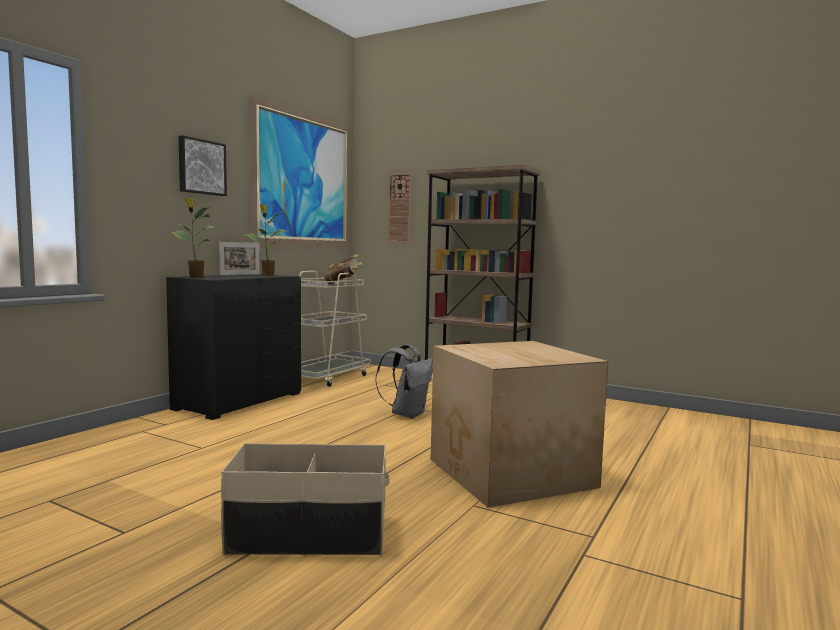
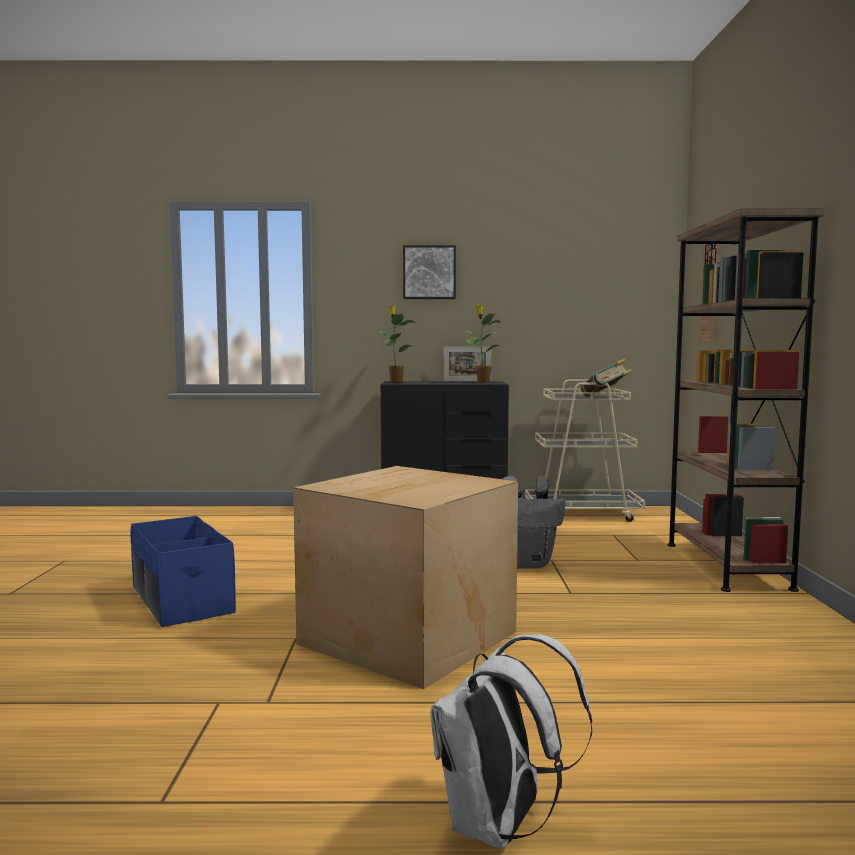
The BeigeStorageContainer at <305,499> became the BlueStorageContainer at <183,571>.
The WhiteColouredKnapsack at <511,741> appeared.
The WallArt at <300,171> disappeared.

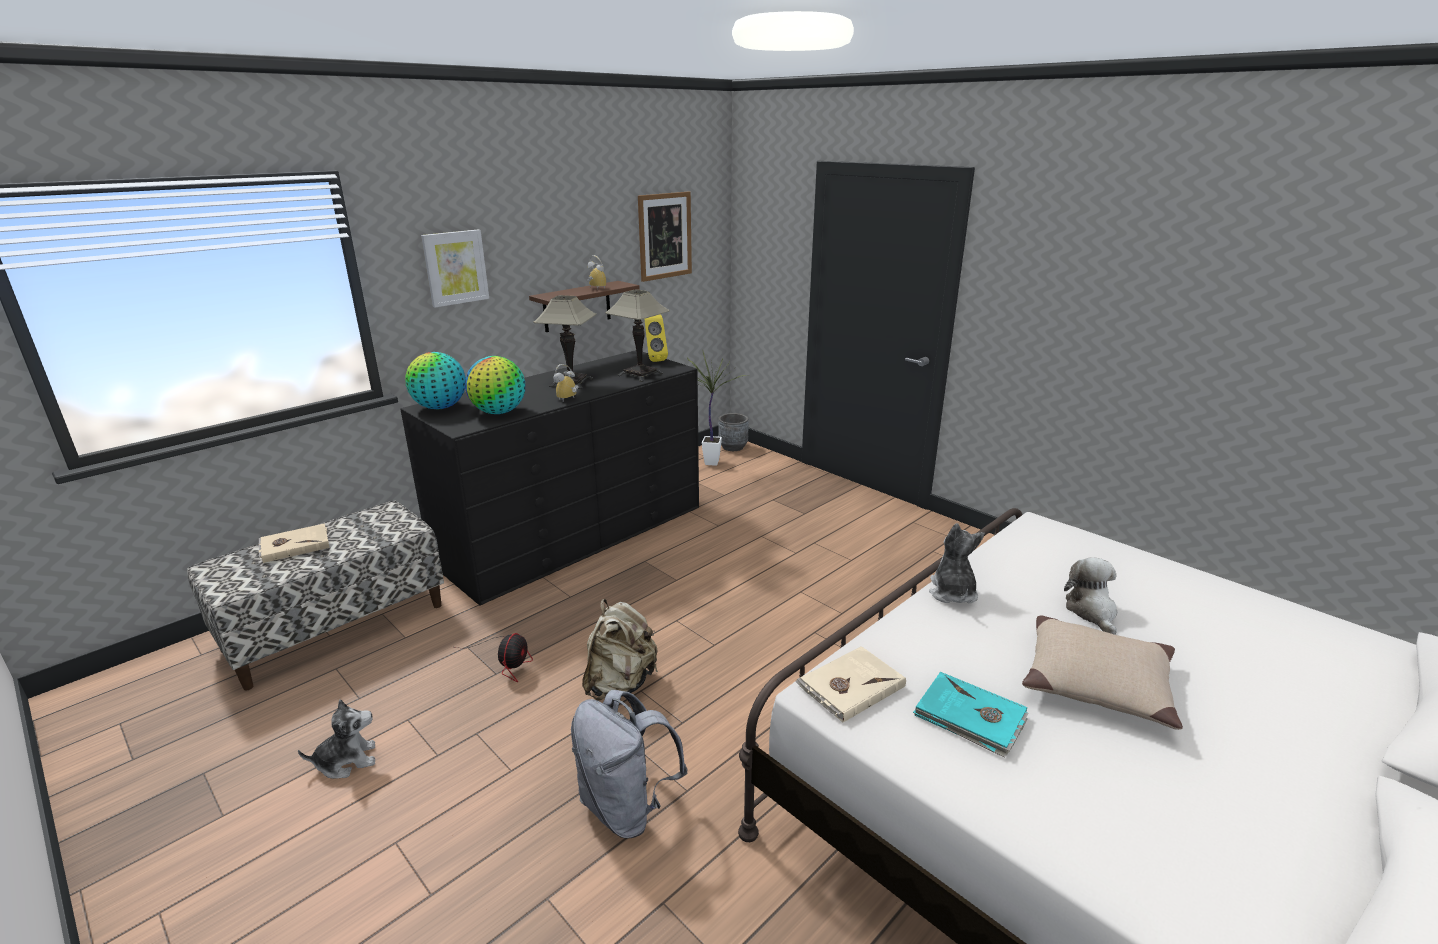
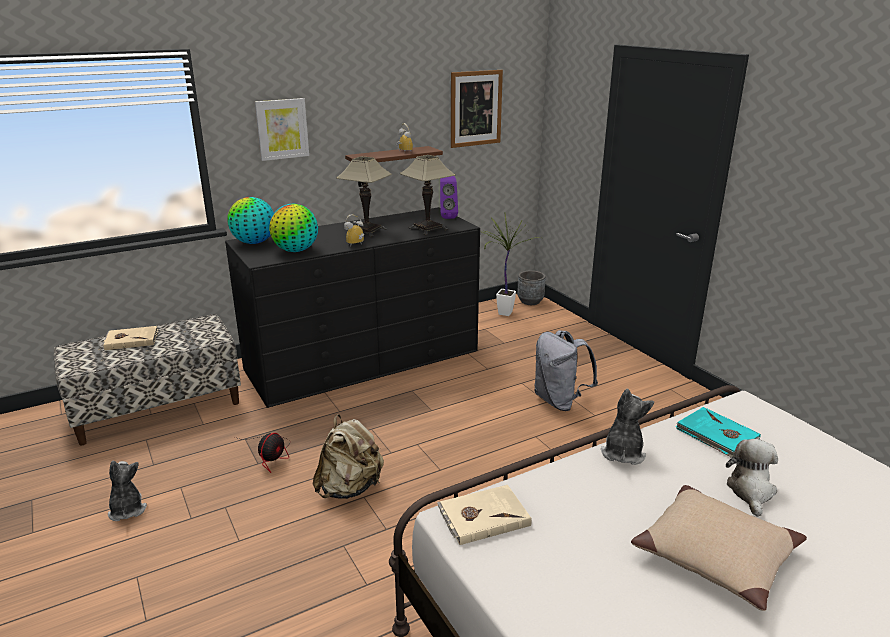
The PlushToy at <336,739> turned 105 degrees counterclockwise.
The YellowSpeaker at <656,338> became the PurpleSpeaker at <449,197>.
The GrayKnapsack moved from <629,764> to <566,370>.
The TurquoiseBoundBook moved from <970,715> to <718,432>.

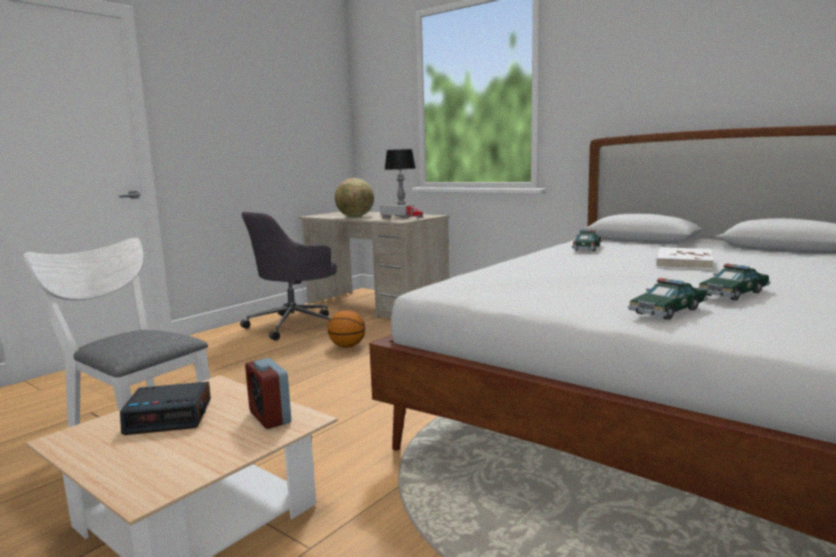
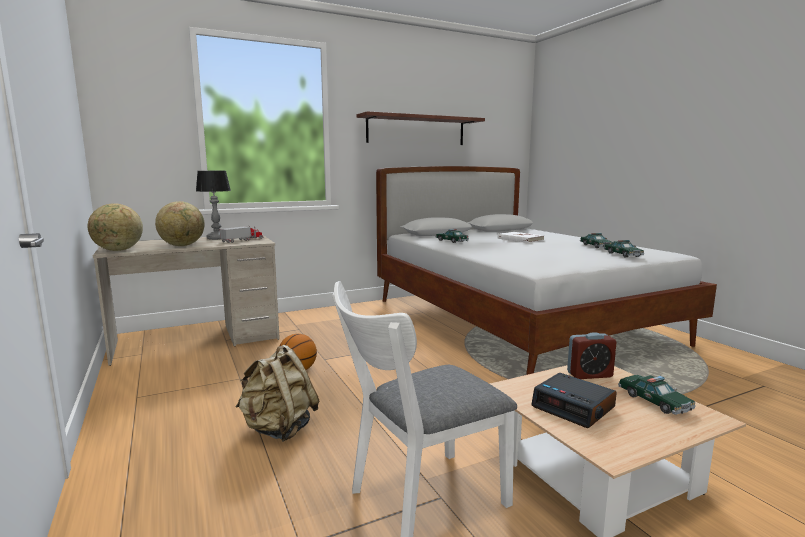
The Globe at <115,227> appeared.
The BeigeKnapsack at <277,393> appeared.
The Shelf at <420,128> appeared.
The BedsideClock at <165,408> turned 120 degrees clockwise.
The MiniatureCar at <657,395> appeared.
The GrayDeskChair at <288,276> disappeared.

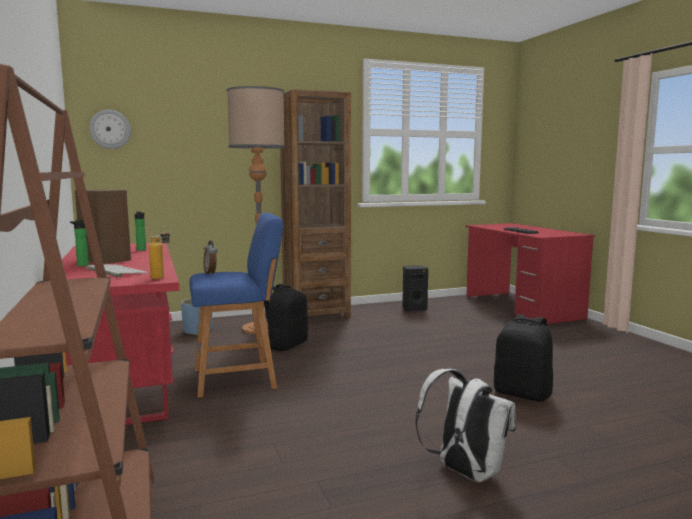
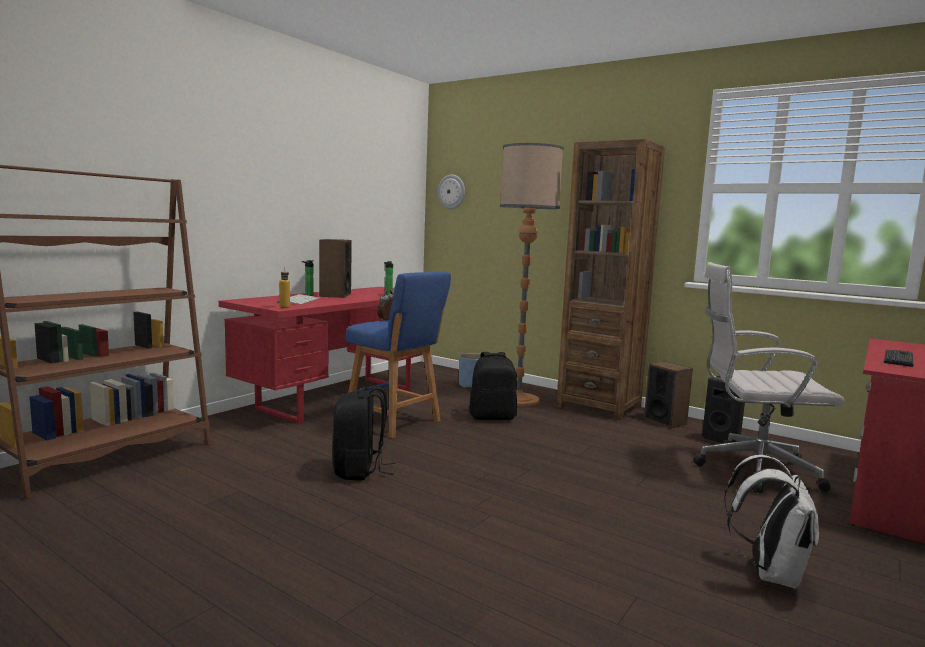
The BlackColouredKnapsack moved from <523,358> to <364,433>.
The Speaker at <668,394> appeared.
The WhiteColouredDeskChair at <769,377> appeared.
The WhiteColouredKnapsack moved from <465,425> to <771,522>.

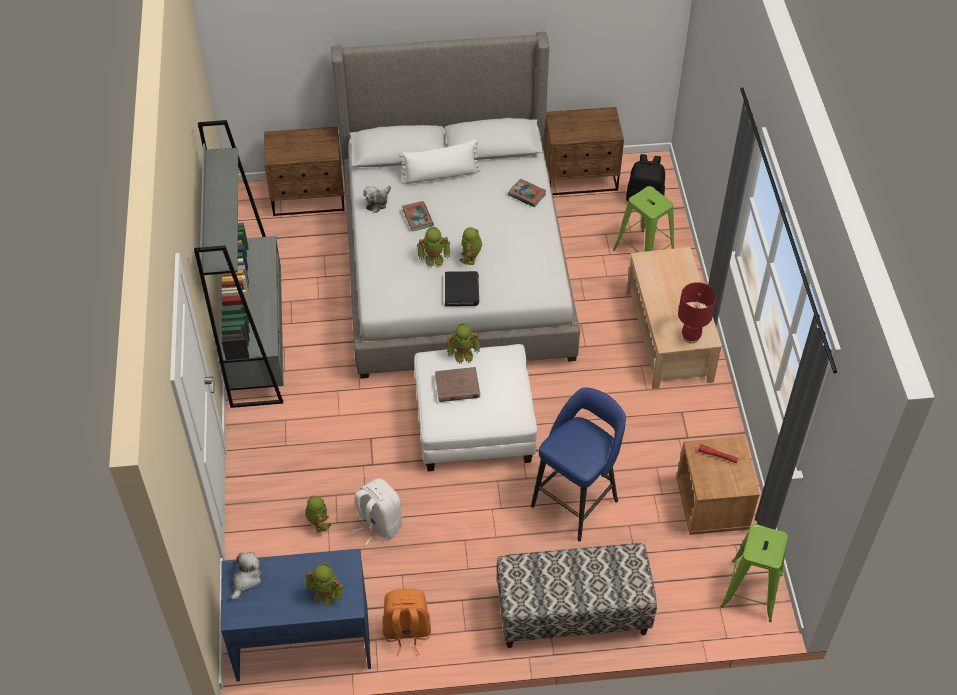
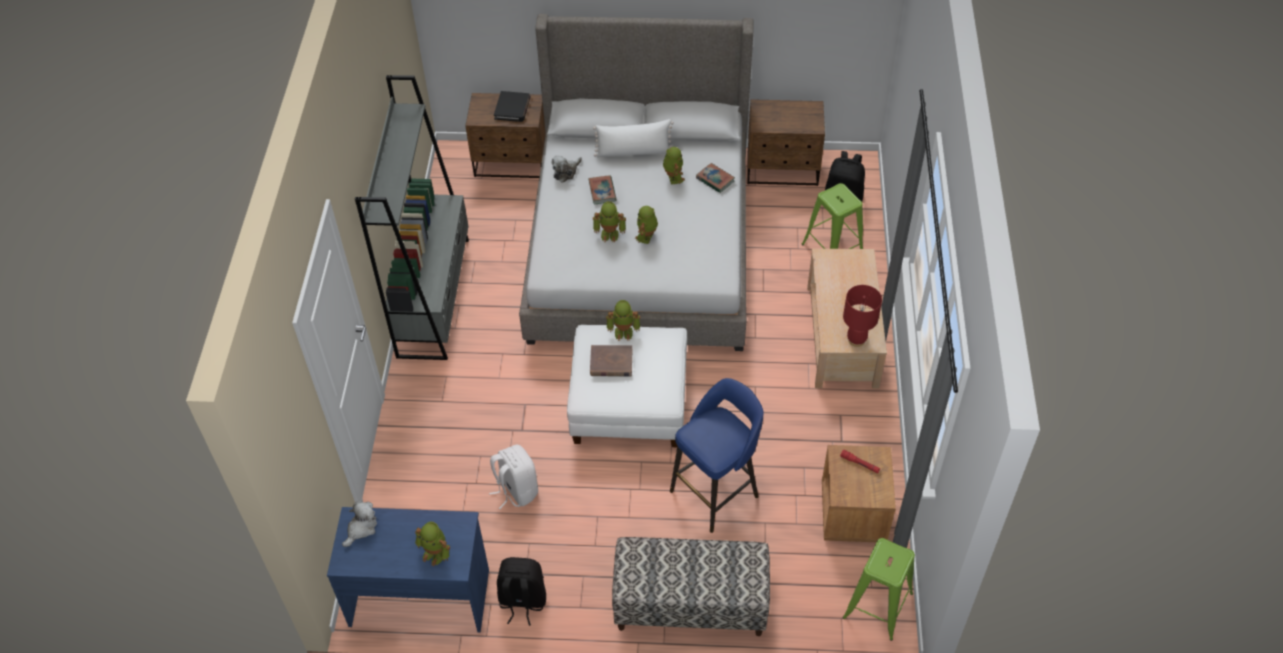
The BlackColouredBoundBook moved from <462,288> to <512,106>.
The OrangeyKnapsack at <407,623> became the BlackColouredKnapsack at <521,591>.
The ToyRobot moved from <318,514> to <674,165>.

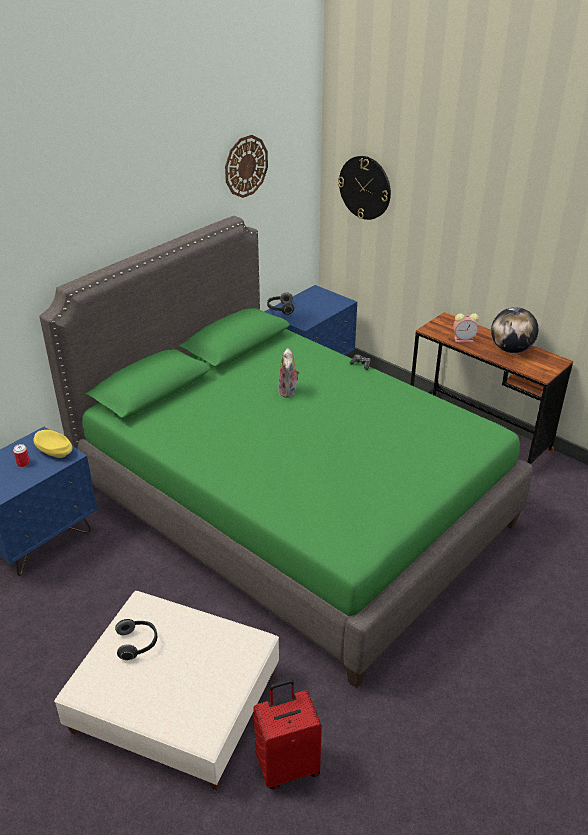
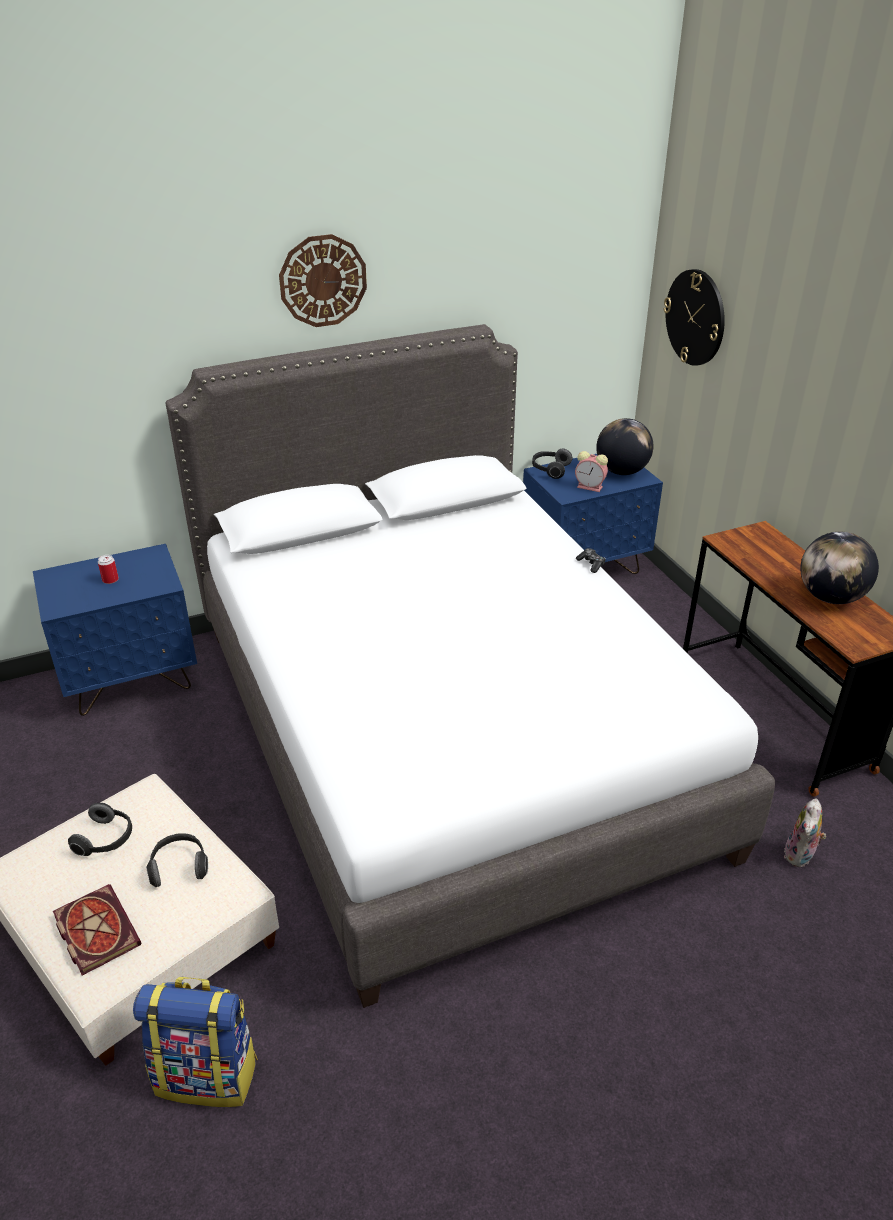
The BoundBook at <97,930> appeared.
The RedColouredSuitcase at <287,734> was replaced by the Knapsack at <195,1042>.
The Headphones at <177,860> appeared.
The GreenColouredBedroomBed at <286,452> became the WhiteColouredBedroomBed at <470,666>.
The ClockOnTheWall moved from <246,166> to <323,280>.
The BedsideClock moved from <466,327> to <591,471>.
The Globe at <624,446> appeared.
The PlushToy moved from <289,373> to <805,832>.
The YellowDeepDish at <53,444> disappeared.

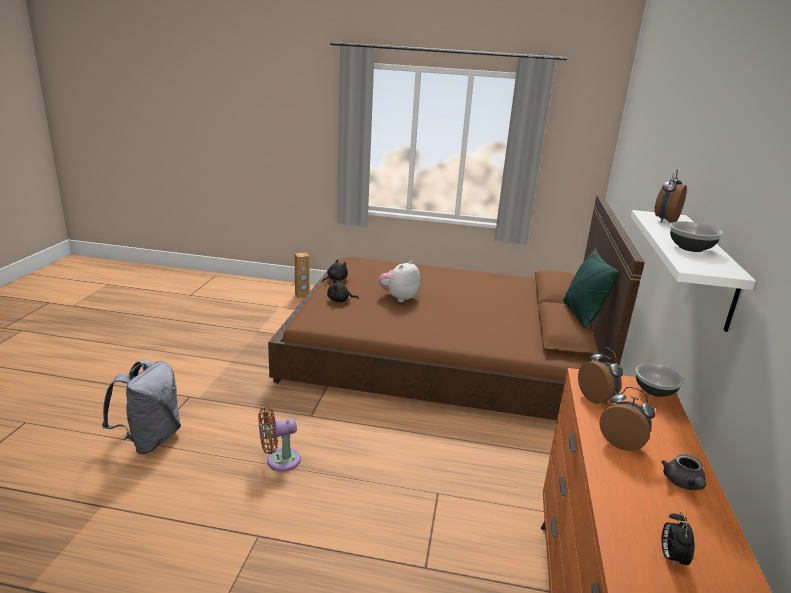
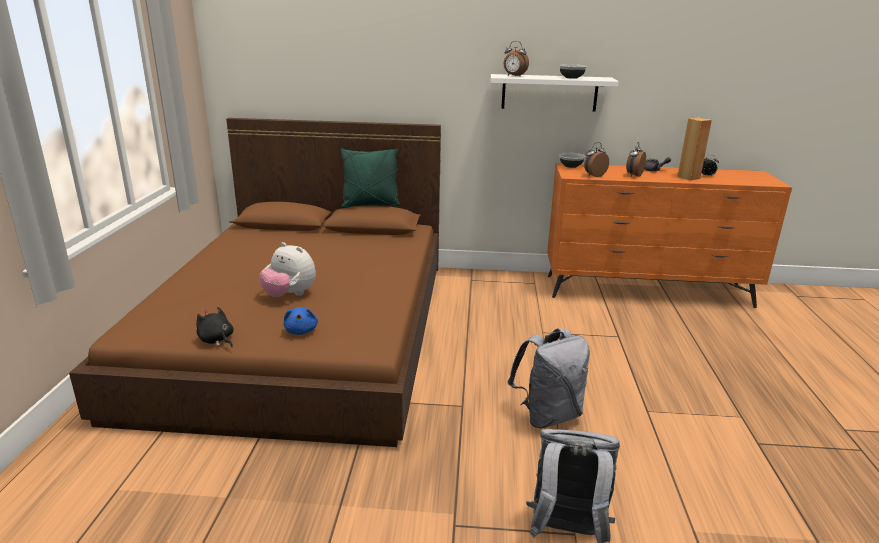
The BlackColouredPlushToy at <343,290> became the BluePlushToy at <300,321>.
The BrownCoolingFan at <279,439> was replaced by the GrayKnapsack at <548,378>.
The BrownSpeaker moved from <302,275> to <694,149>.

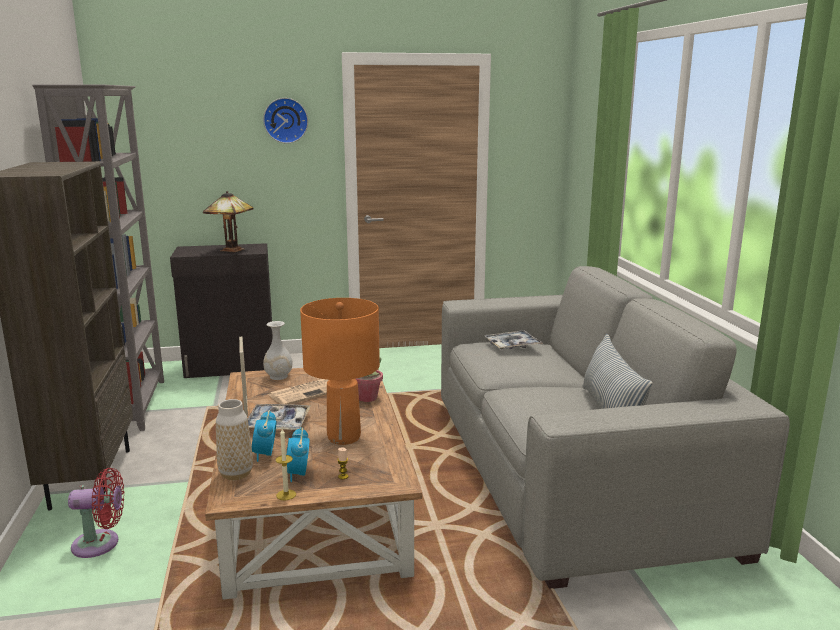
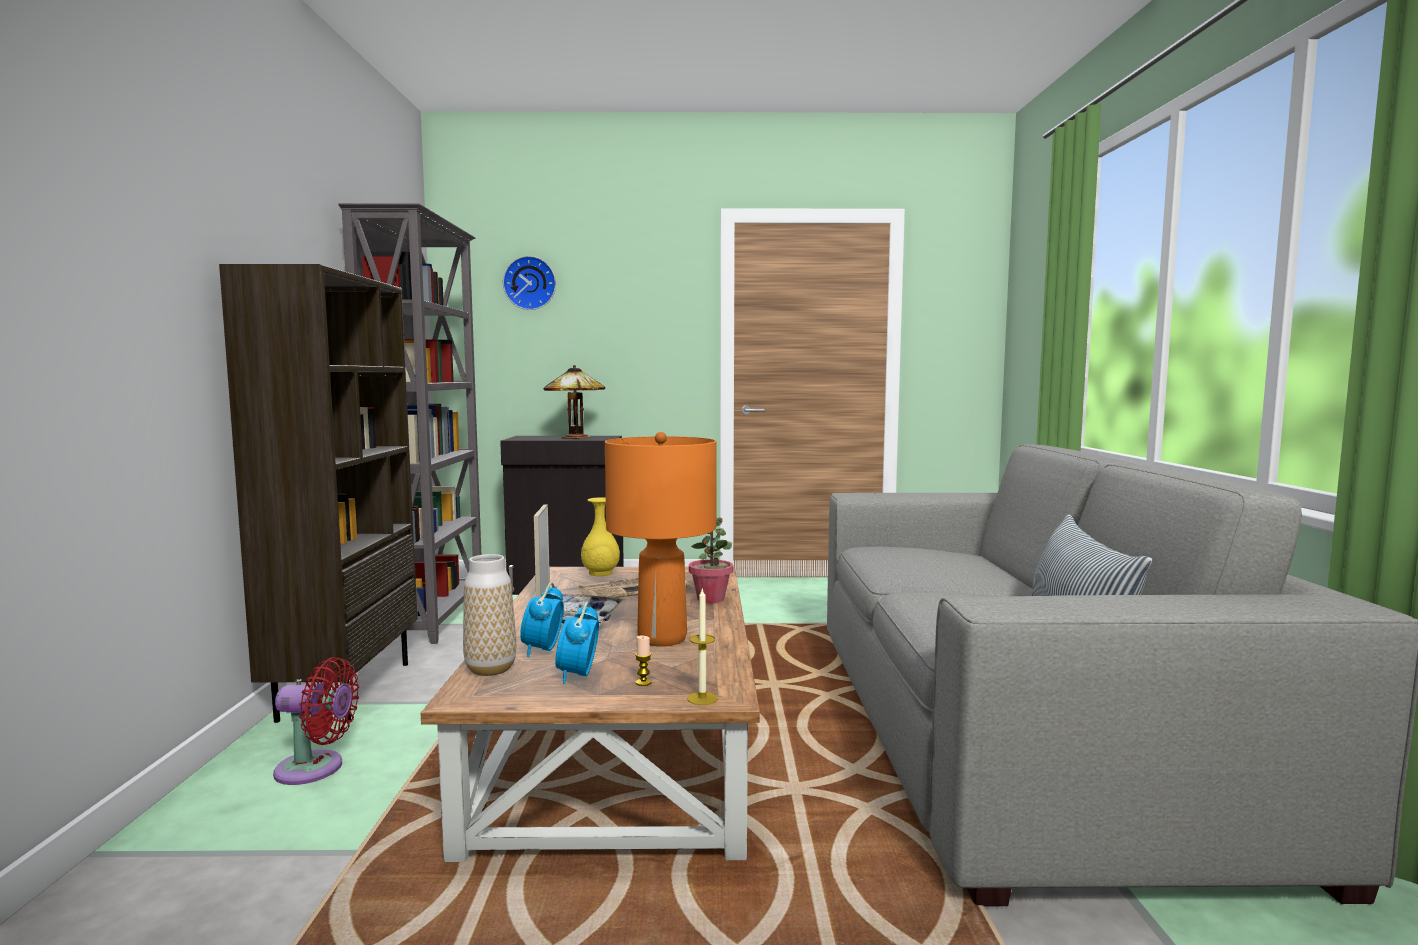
The ClockOnTheWall moved from <285,120> to <529,283>.
The WhiteColouredFlowerVase at <278,350> became the YellowFlowerVase at <600,537>.
The Candle moved from <285,464> to <702,647>.
The CarryingTray at <513,339> disappeared.

